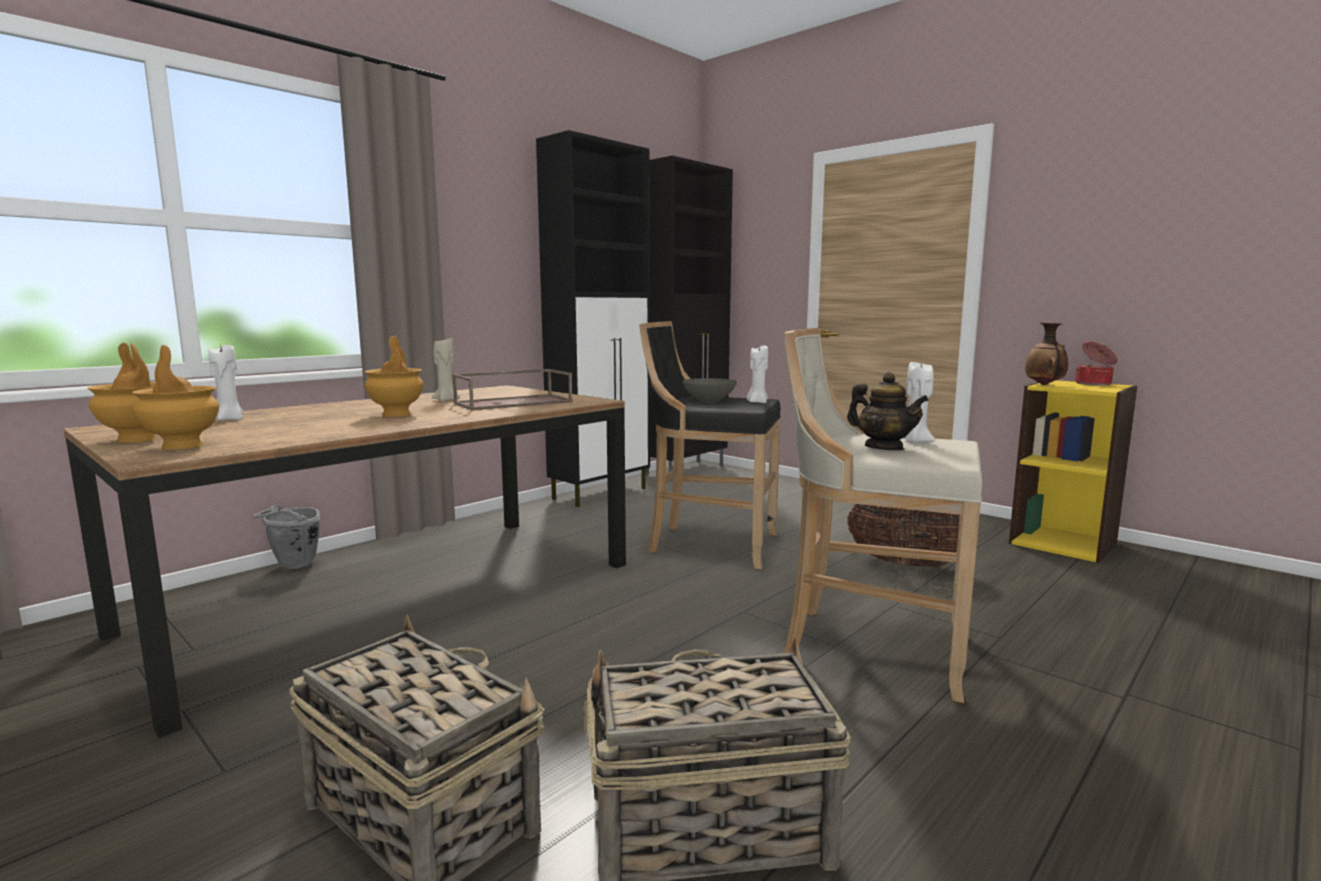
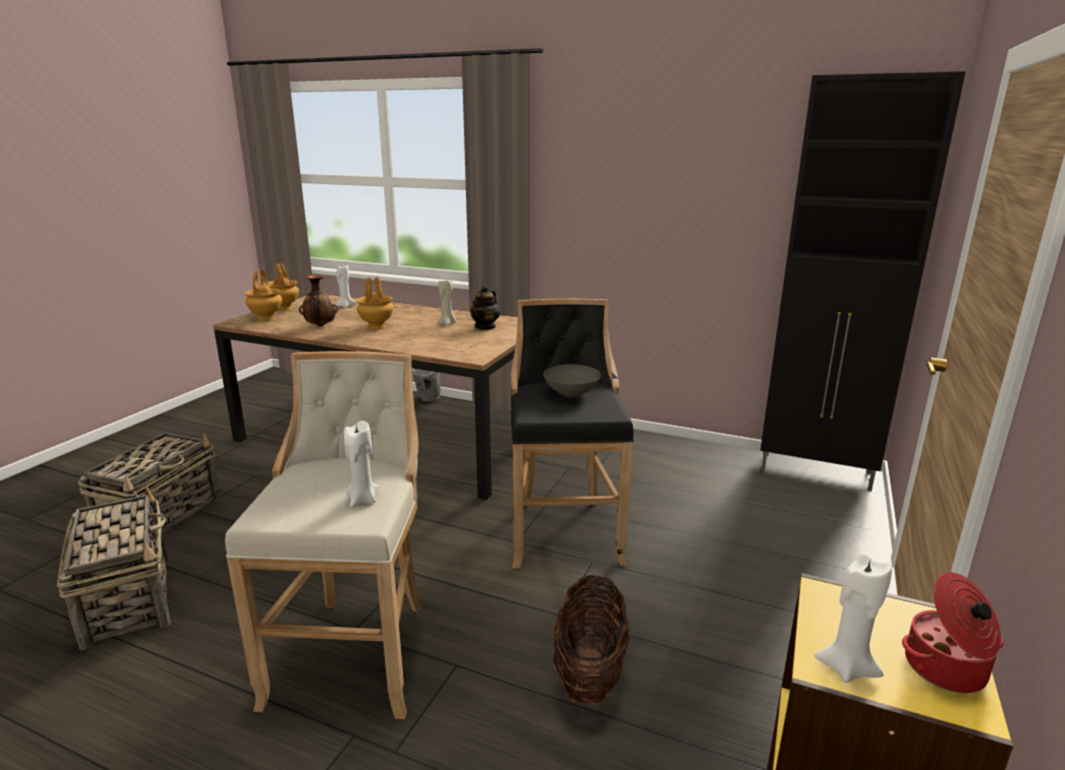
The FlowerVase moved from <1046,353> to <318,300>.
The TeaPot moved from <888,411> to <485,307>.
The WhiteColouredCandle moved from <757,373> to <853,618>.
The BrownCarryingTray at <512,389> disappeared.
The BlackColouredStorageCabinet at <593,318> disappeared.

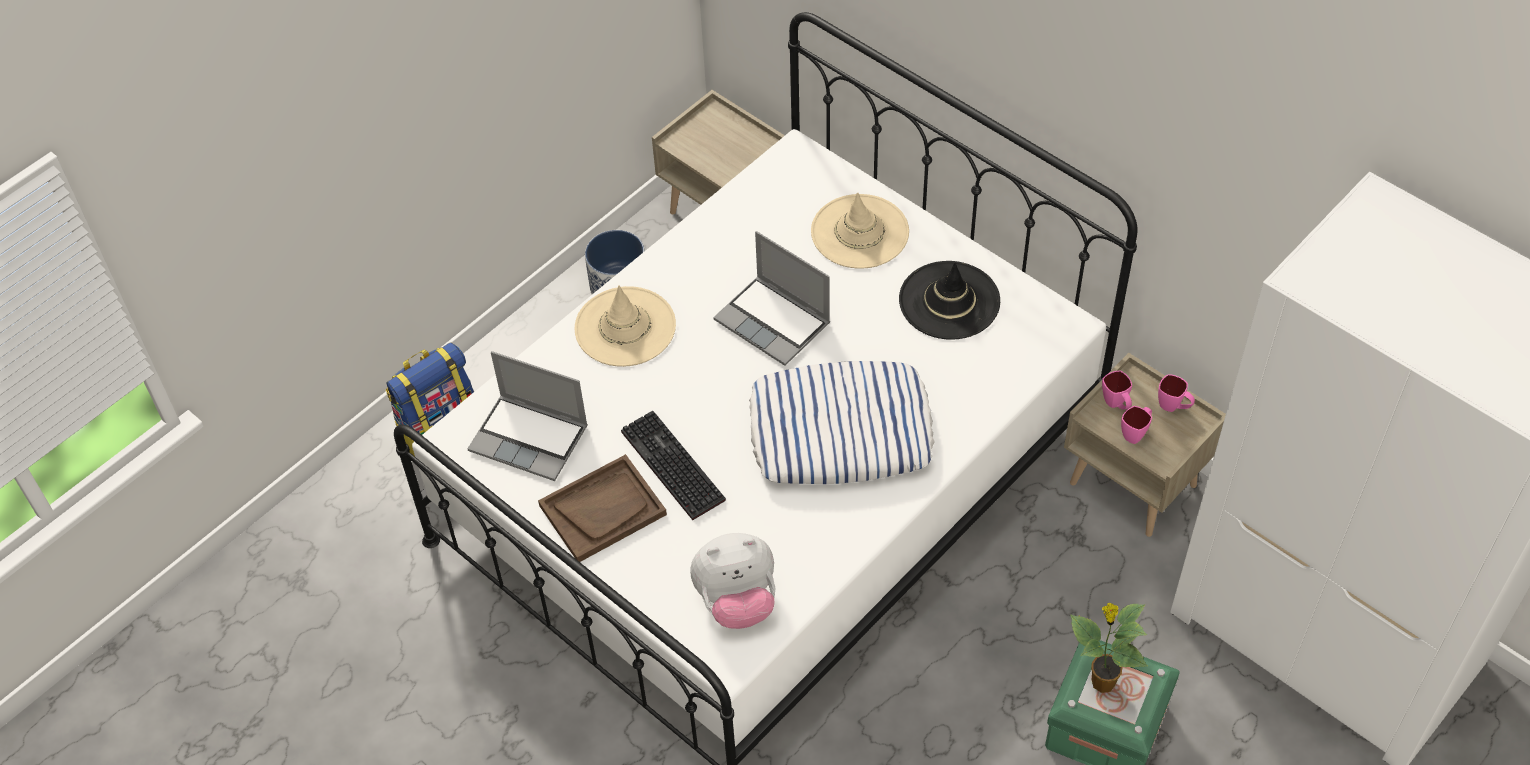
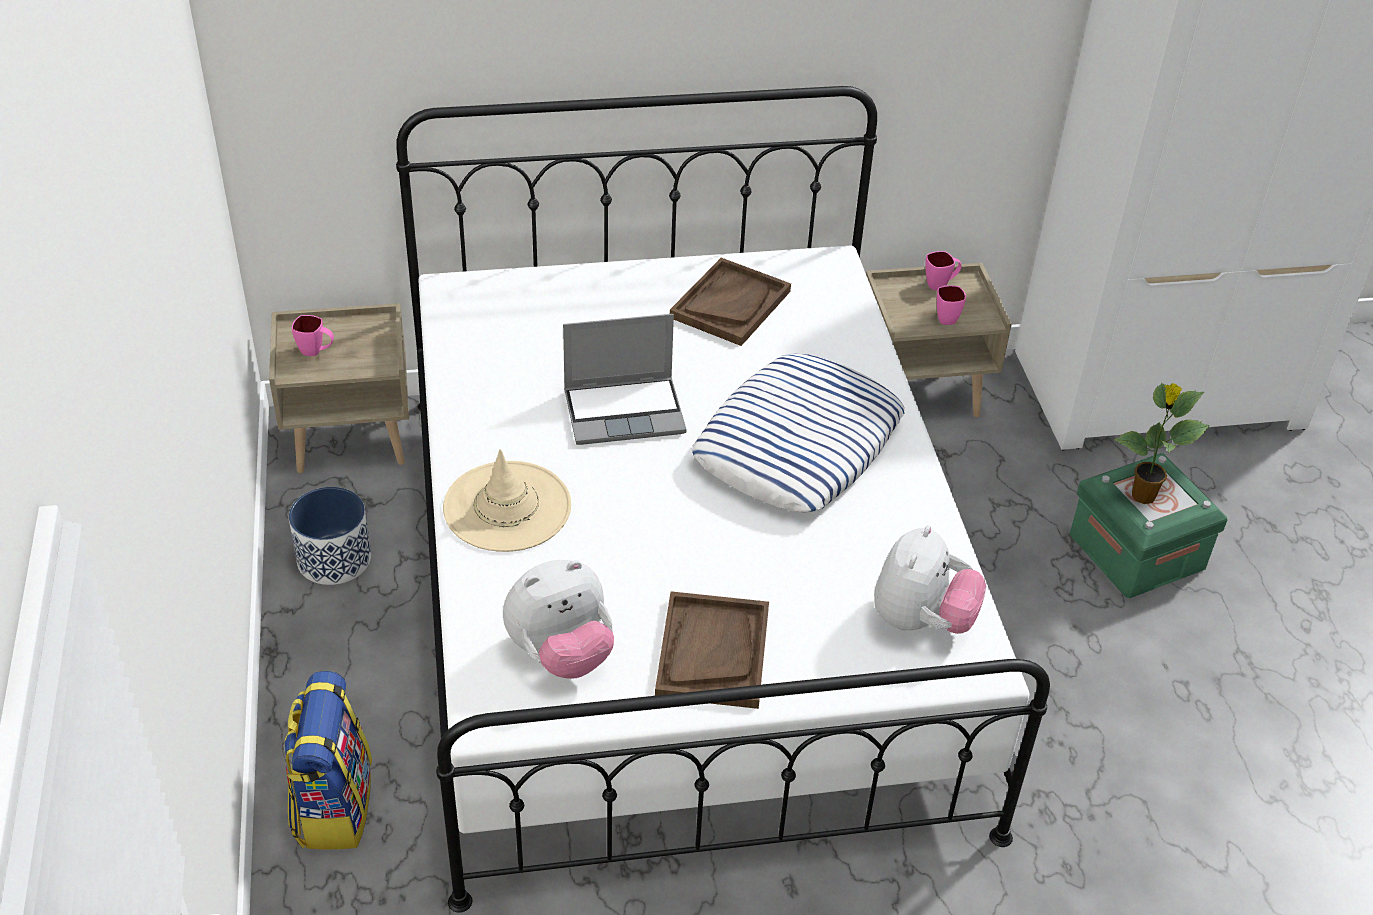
The PinkishTeaMug moved from <1117,390> to <313,335>.
The Laptop at <527,416> was replaced by the PlushToy at <558,619>.
The BlackColouredWearableHat at <949,300> was replaced by the BrownCarryingTray at <730,302>.
The Keyboard at <673,465> disappeared.
The BeigeWearableHat at <860,230> disappeared.

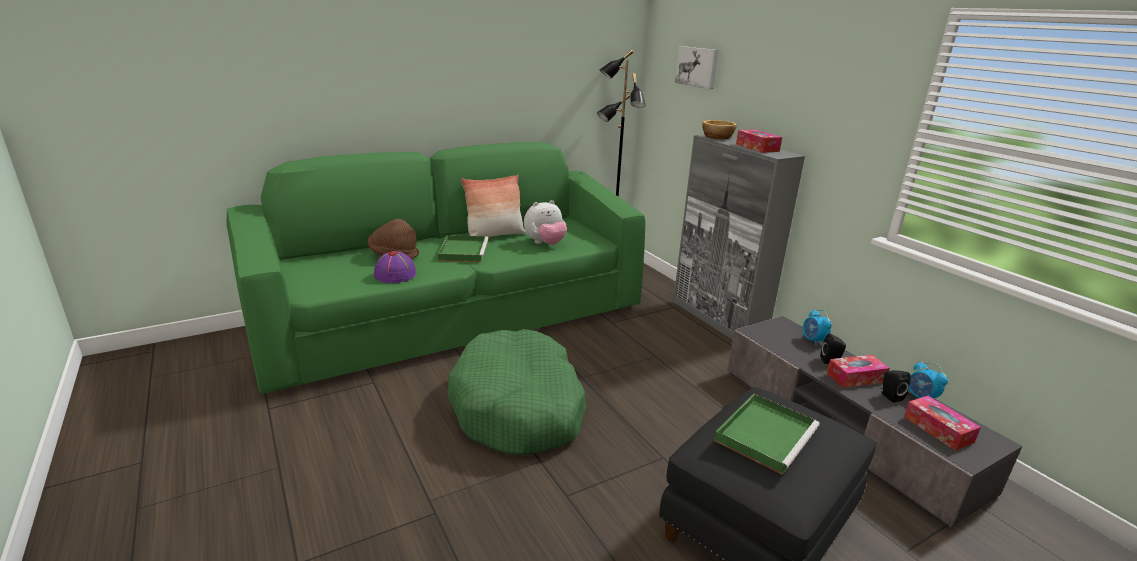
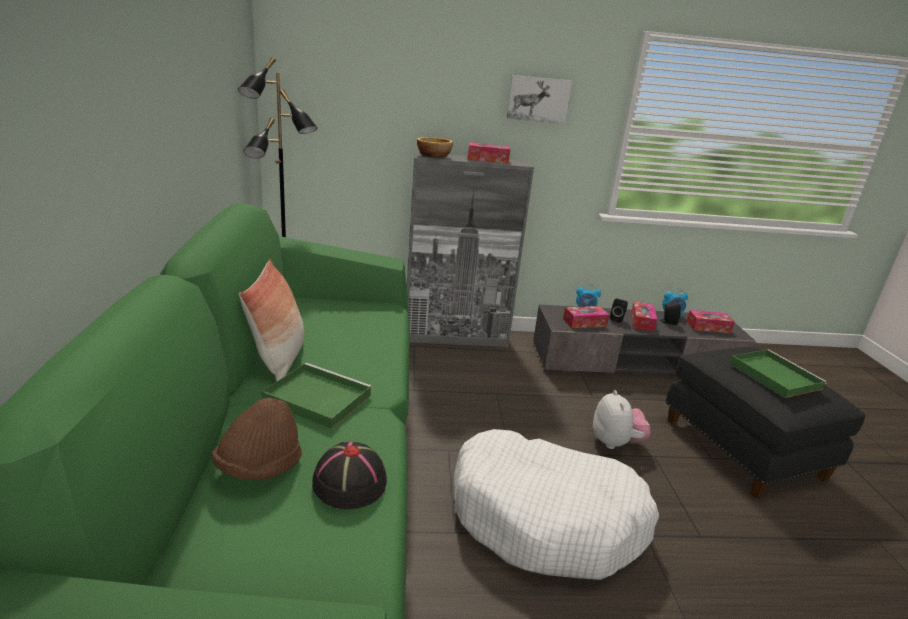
The PurpleWearableHat at <395,267> became the BlackColouredWearableHat at <349,475>.
The GreenColouredDogCushion at <517,391> became the WhiteColouredDogCushion at <556,504>.
The WallArt moved from <697,67> to <539,99>.
The BoxOfTissues at <586,317> appeared.
The PlushToy moved from <545,222> to <622,419>.

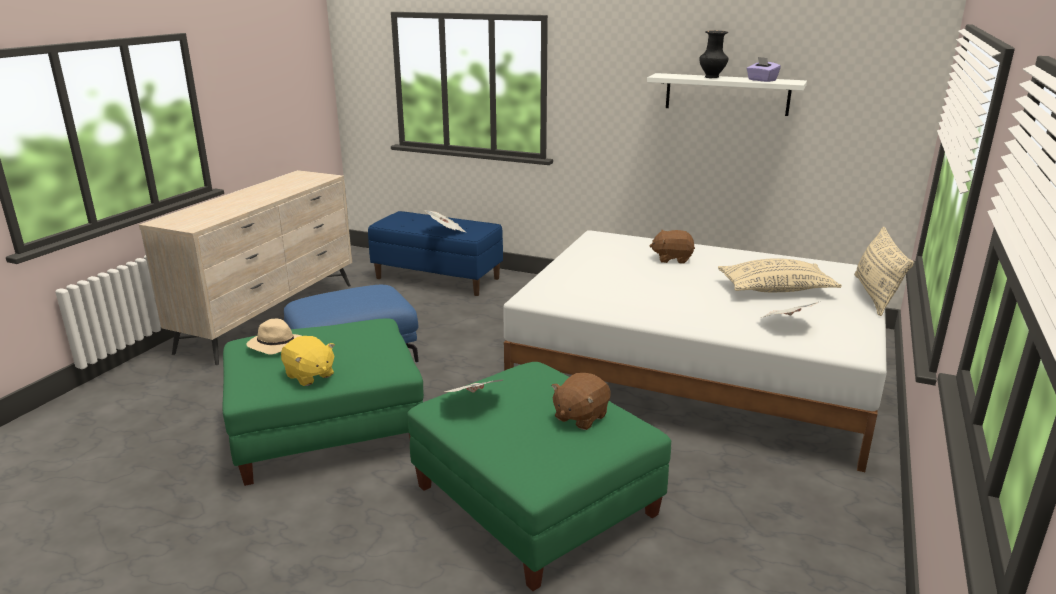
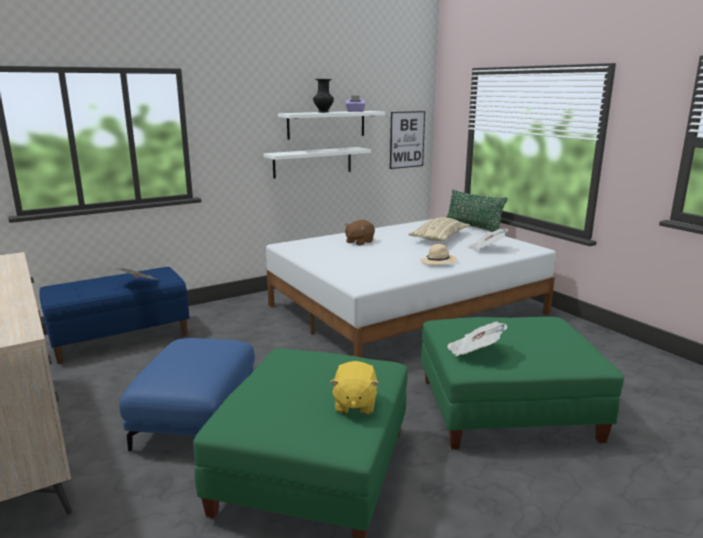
The WhiteColouredShelf at <317,163> appeared.
The YellowPlushToy at <308,361> turned 105 degrees clockwise.
The WallArt at <407,140> appeared.
The BeigeWearableHat moved from <273,337> to <438,254>.
The BeigePillow at <884,271> became the GreenColouredPillow at <477,211>.
The BrownPlushToy at <581,401> disappeared.

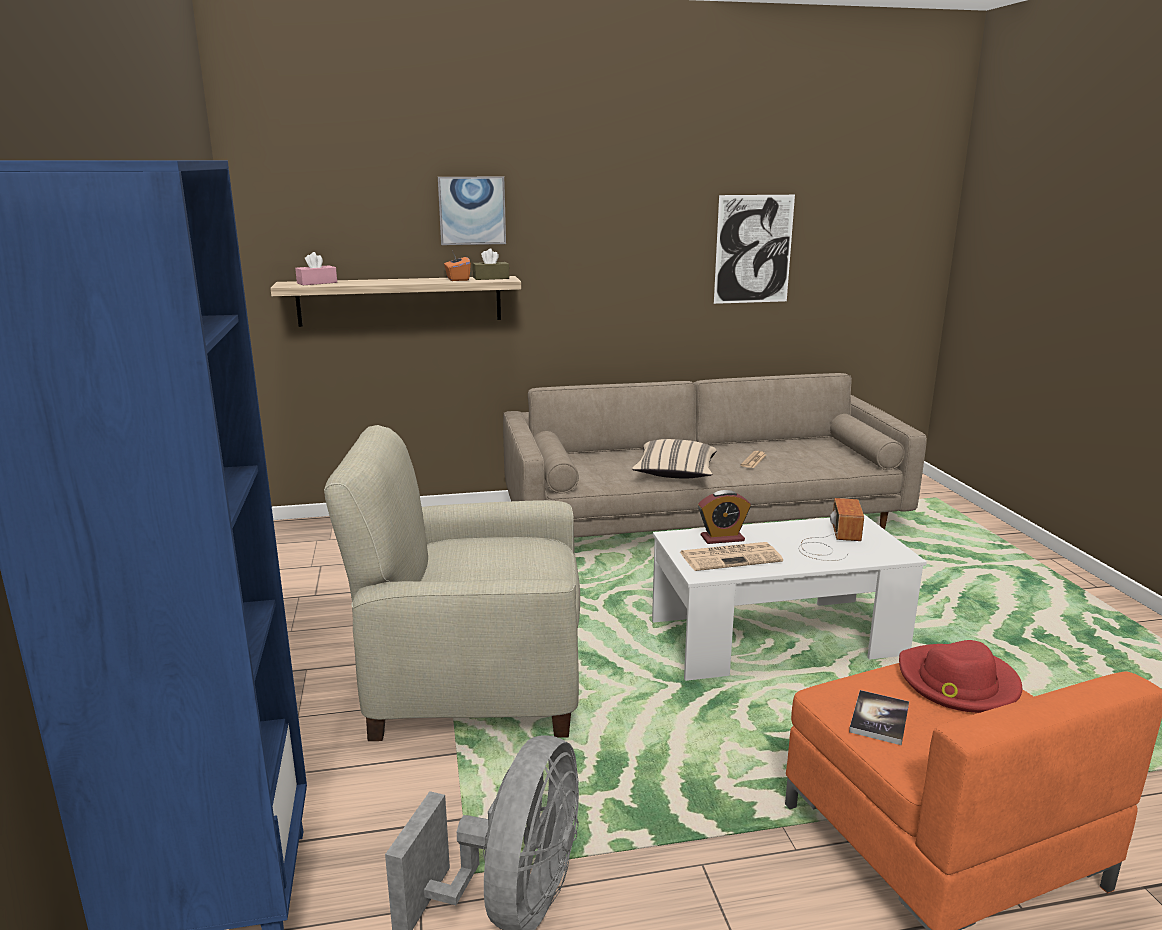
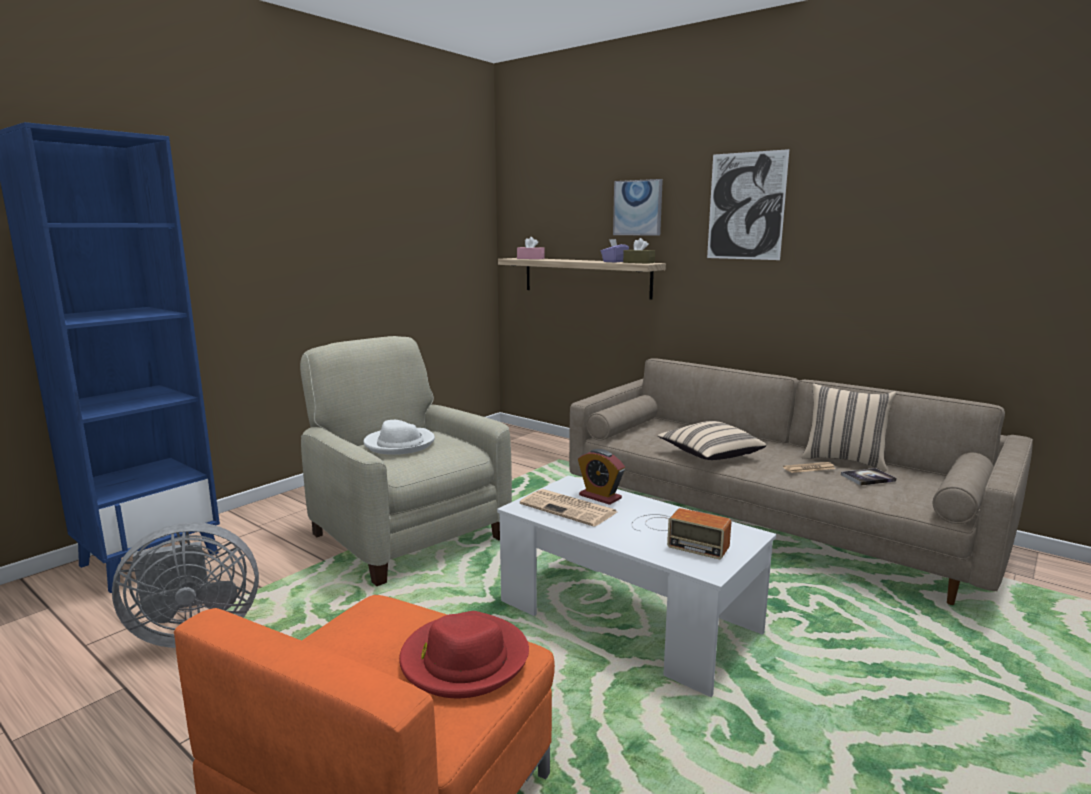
The WhiteColouredWearableHat at <399,437> appeared.
The OrangeyBoxOfTissues at <457,266> became the PurpleBoxOfTissues at <615,251>.
The RadioSet at <831,529> turned 60 degrees clockwise.
The WallArt moved from <754,249> to <748,204>.
The BeigePillow at <849,427> appeared.
The BoundBook moved from <879,717> to <869,477>.

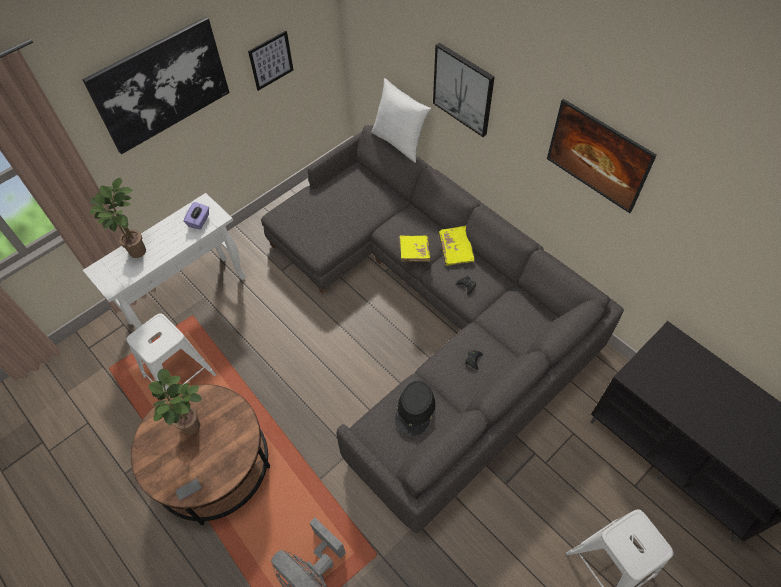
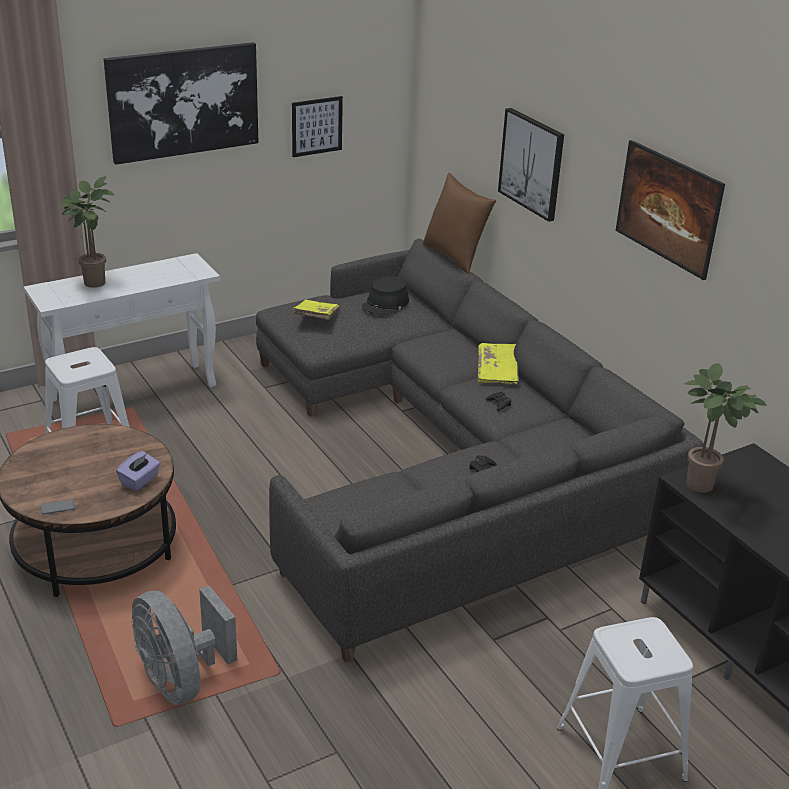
The PurpleBoxOfTissues moved from <196,215> to <138,471>.
The YellowBoundBook moved from <415,248> to <316,310>.
The BlackColouredWearableHat moved from <415,408> to <385,295>.
The WhiteColouredPillow at <401,120> became the BrownPillow at <459,223>.
The PottedPlant moved from <175,401> to <725,428>.

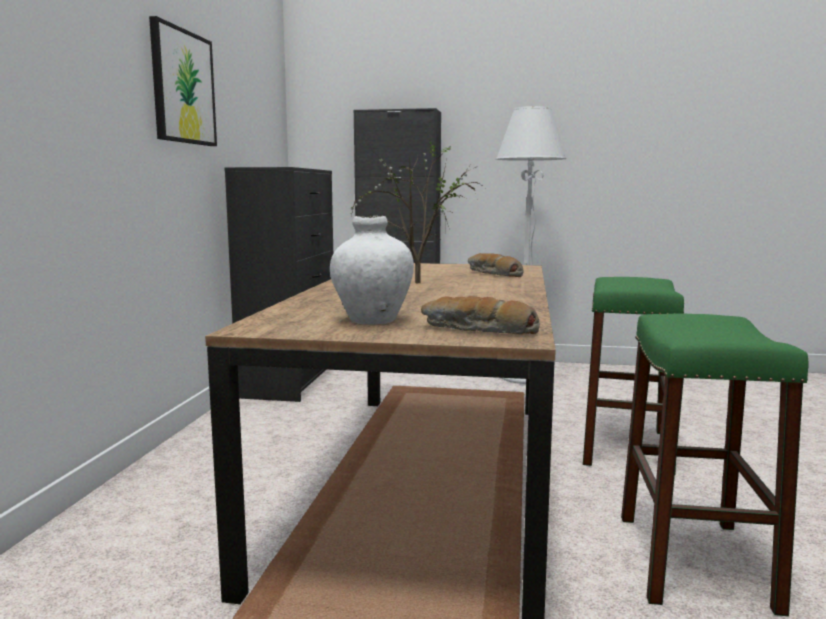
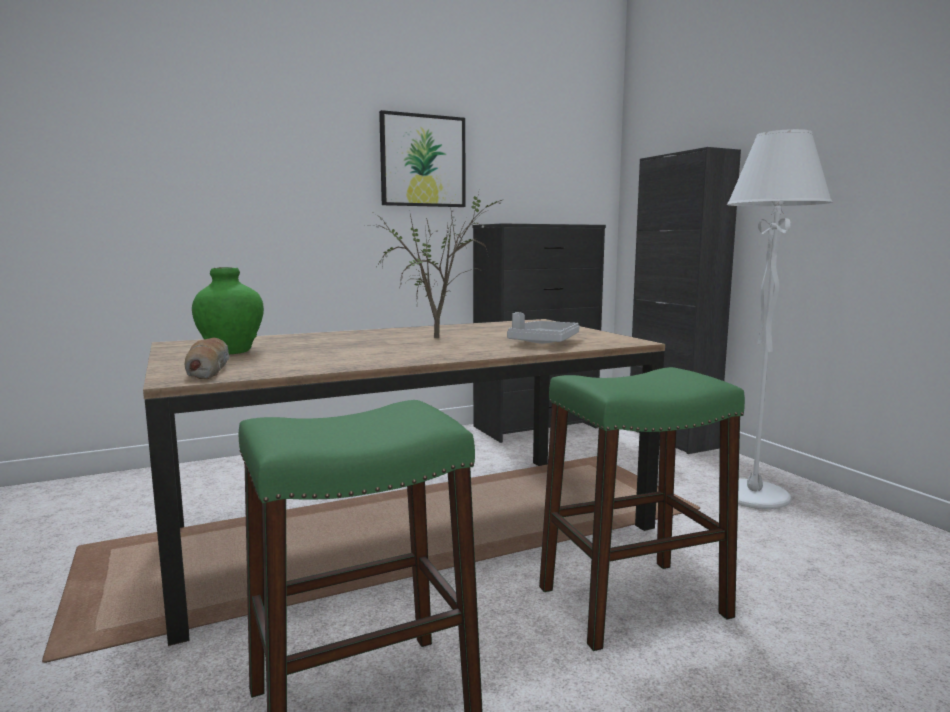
The WhiteColouredFlowerVase at <372,270> became the GreenColouredFlowerVase at <228,310>.
The BakedBread at <496,265> was replaced by the GrayCarryingTray at <543,327>.

